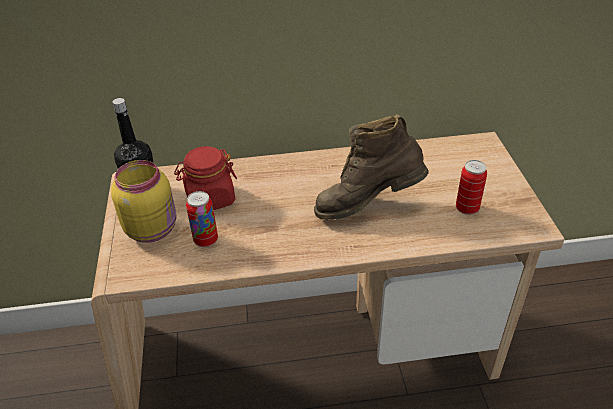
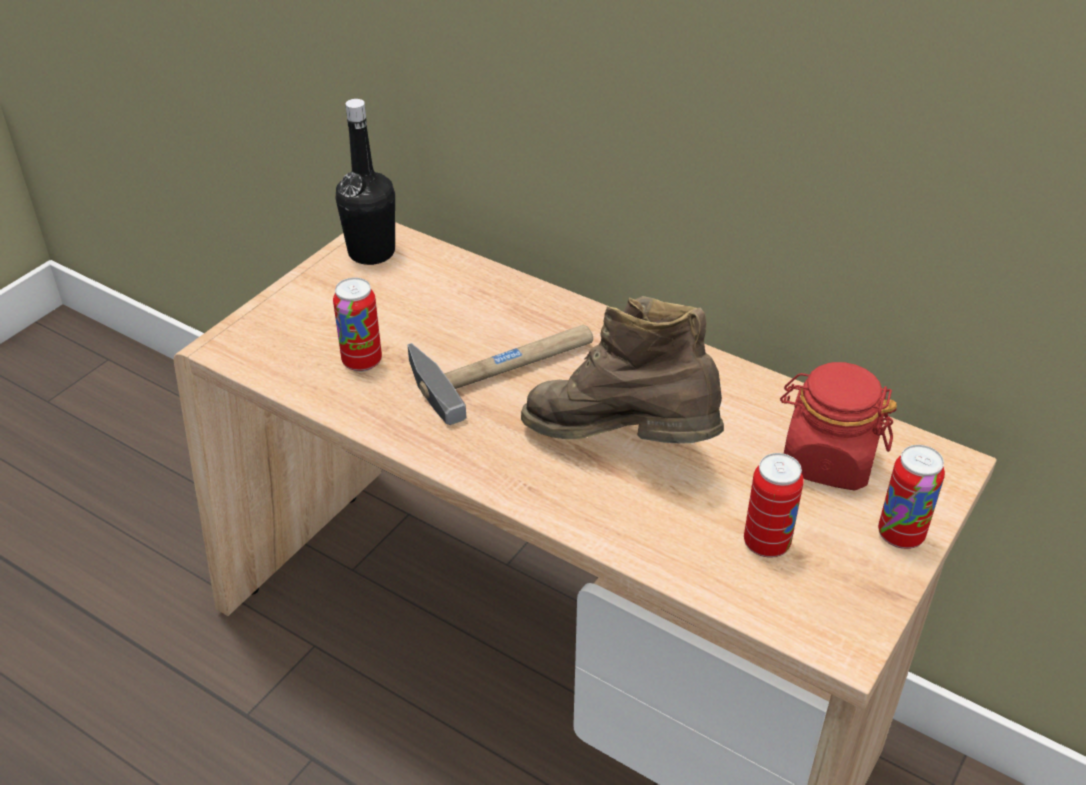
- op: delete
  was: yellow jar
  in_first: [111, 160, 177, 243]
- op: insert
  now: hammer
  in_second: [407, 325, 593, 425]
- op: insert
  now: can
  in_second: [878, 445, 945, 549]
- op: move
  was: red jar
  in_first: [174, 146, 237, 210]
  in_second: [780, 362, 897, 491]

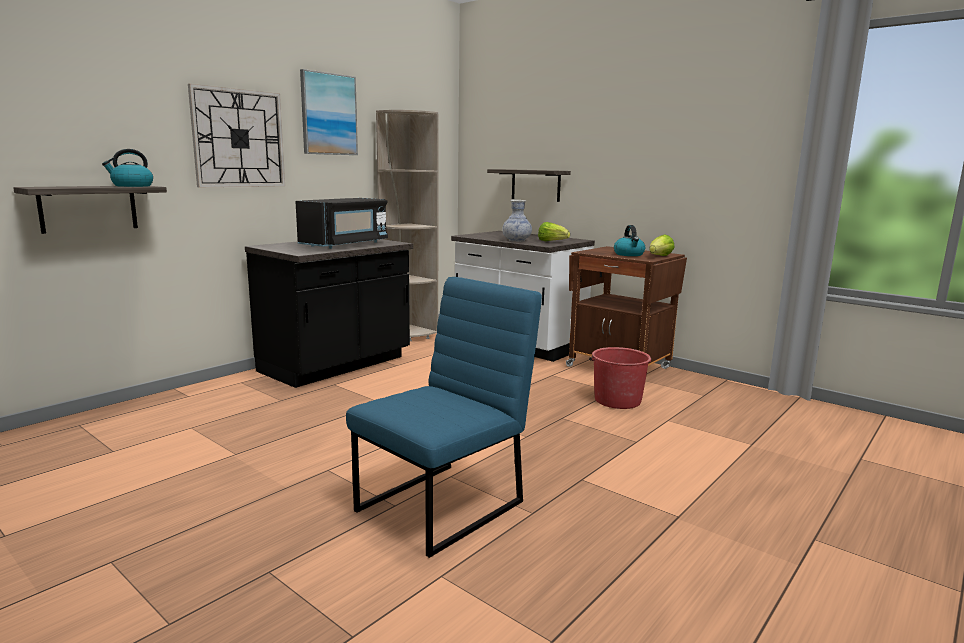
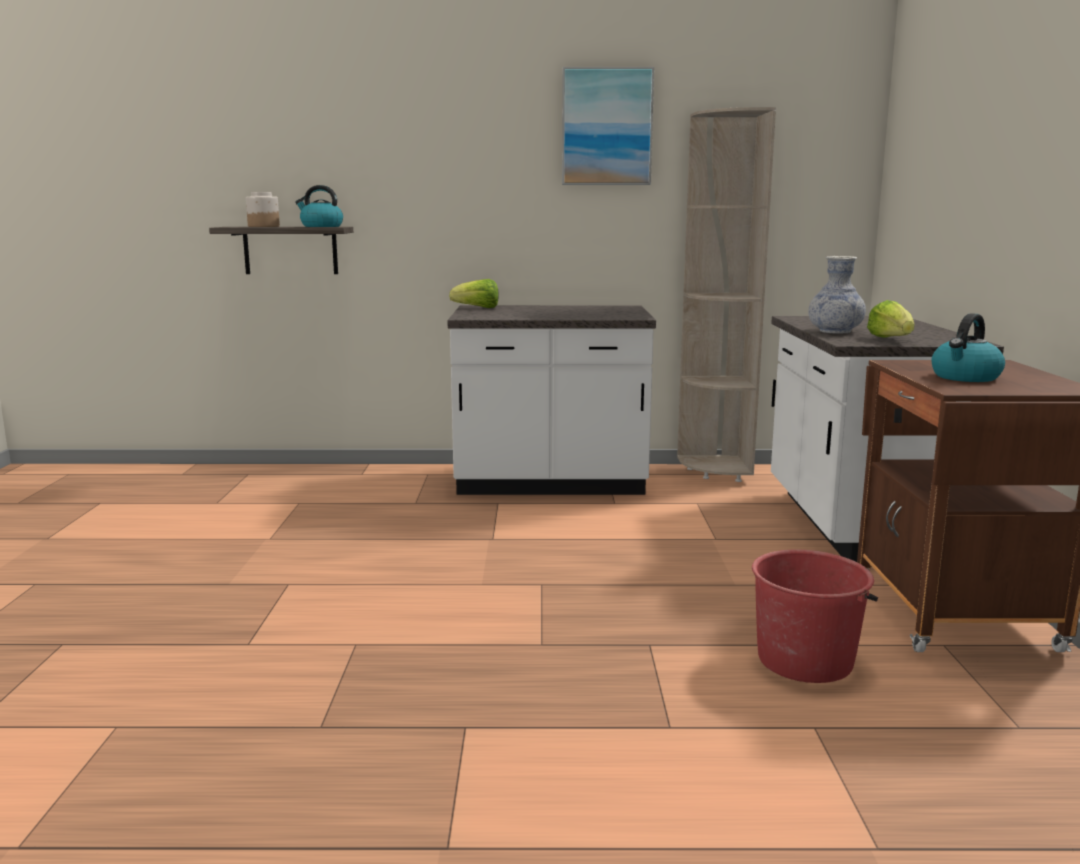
- op: delete
  was: wall clock
  in_first: [188, 84, 285, 187]
- op: delete
  was: black microwave
  in_first: [295, 198, 388, 249]
- op: delete
  was: blue chair
  in_first: [346, 277, 542, 558]
- op: delete
  was: shelf
  in_first: [487, 169, 571, 202]
- op: insert
  now: jar
  in_second: [246, 192, 280, 227]
- op: move
  was: lettuce
  in_first: [649, 234, 675, 256]
  in_second: [449, 279, 498, 308]
- op: recolor
  was: black counter
  now: white counter
  in_first: [245, 239, 413, 388]
  in_second: [447, 305, 656, 495]

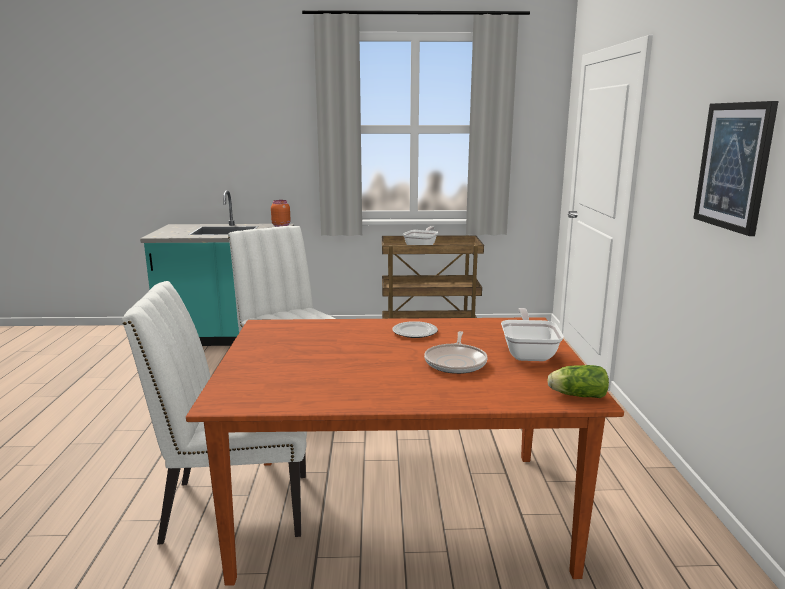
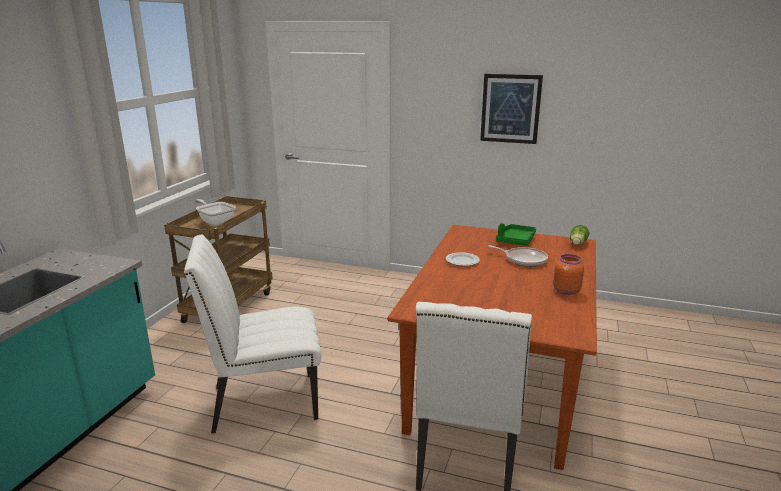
- op: move
  was: orange jar
  in_first: [271, 200, 291, 227]
  in_second: [553, 254, 584, 295]
- op: replace
  was: frying pan
  now: green tray
  in_first: [501, 308, 564, 361]
  in_second: [496, 223, 536, 246]

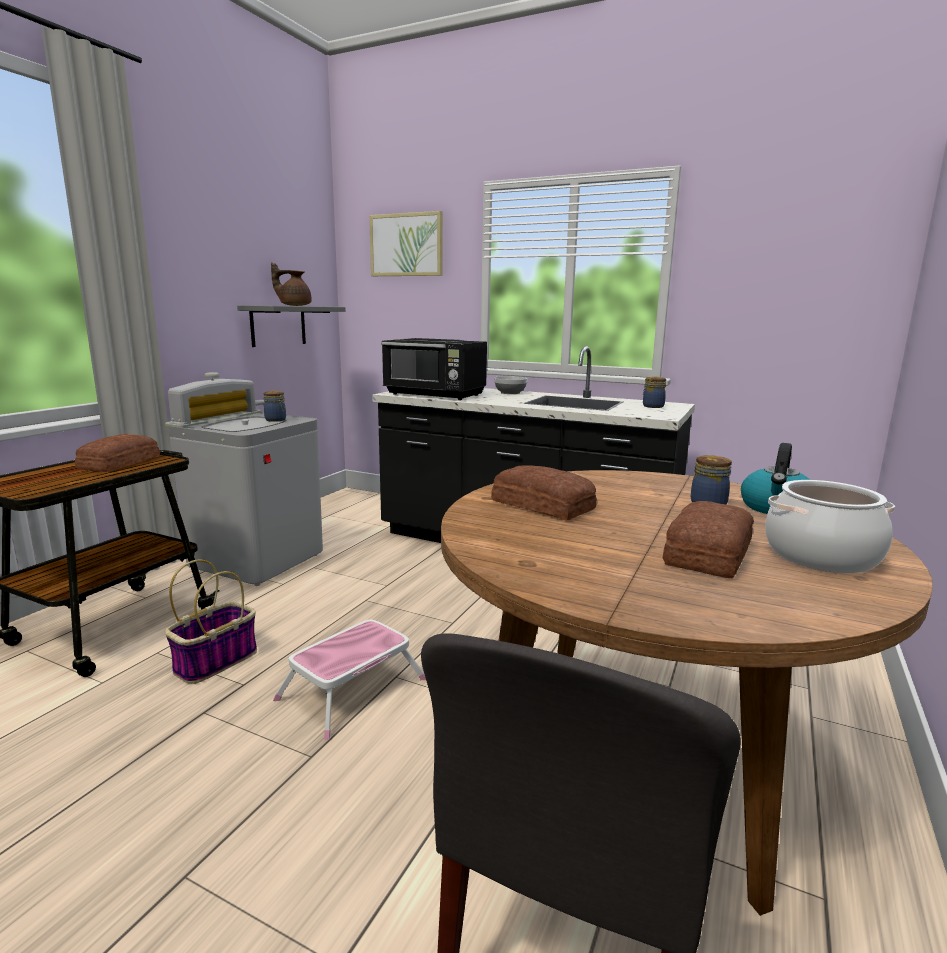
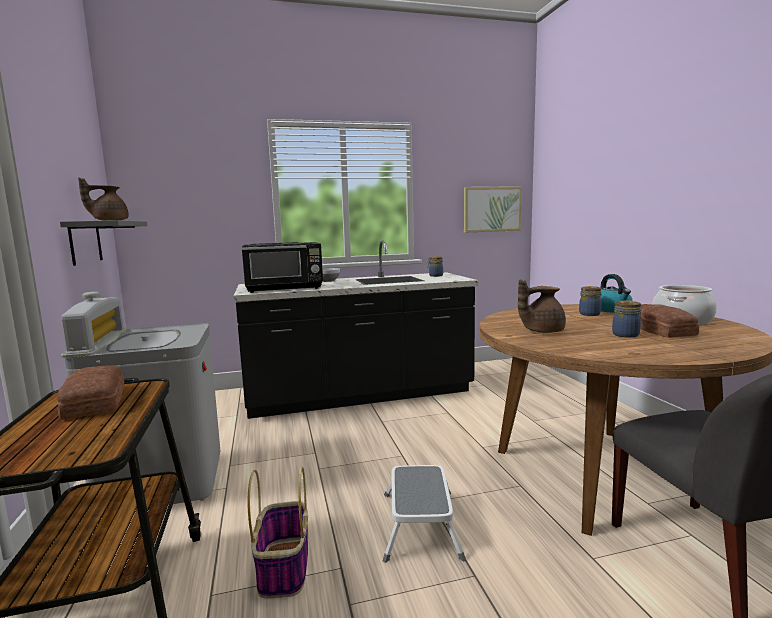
- op: move
  was: jar
  in_first: [263, 391, 286, 422]
  in_second: [612, 300, 642, 338]
- op: move
  was: picture
  in_first: [369, 211, 443, 276]
  in_second: [464, 186, 522, 233]
- op: replace
  was: bread
  now: brown teapot
  in_first: [491, 465, 597, 520]
  in_second: [518, 279, 566, 333]
- op: recolor
  was: pink step ladder
  now: grey step ladder
  in_first: [273, 619, 426, 740]
  in_second: [383, 465, 466, 563]

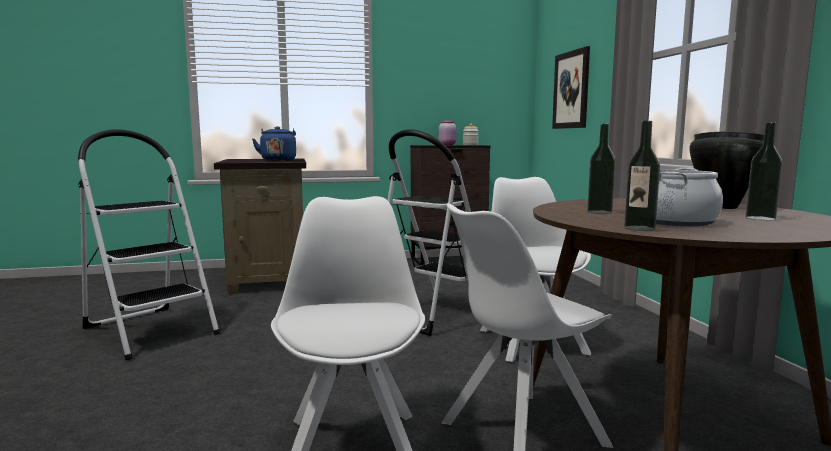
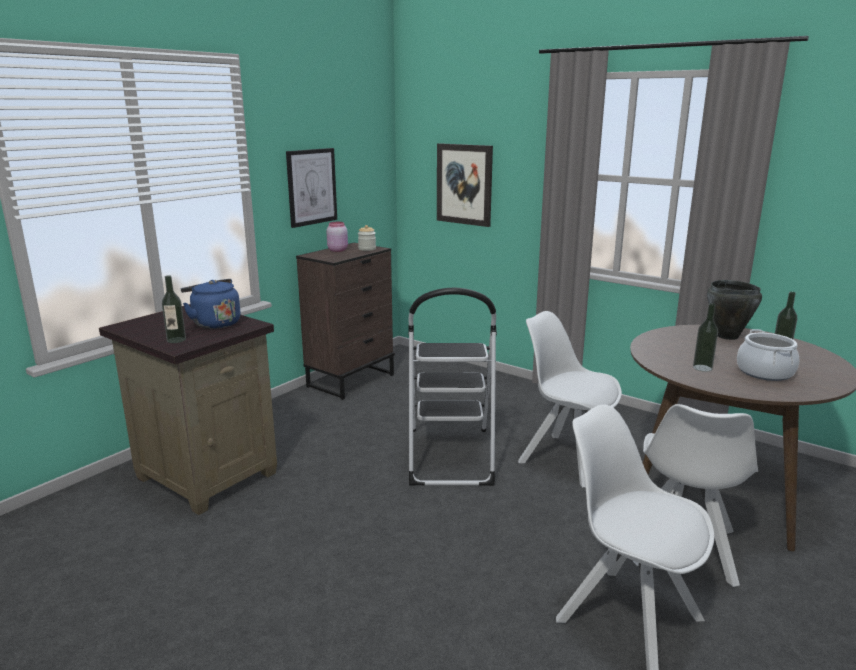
- op: delete
  was: step ladder
  in_first: [78, 129, 220, 360]
- op: insert
  now: picture
  in_second: [286, 148, 337, 228]
- op: move
  was: bottle
  in_first: [624, 121, 660, 231]
  in_second: [162, 275, 186, 343]

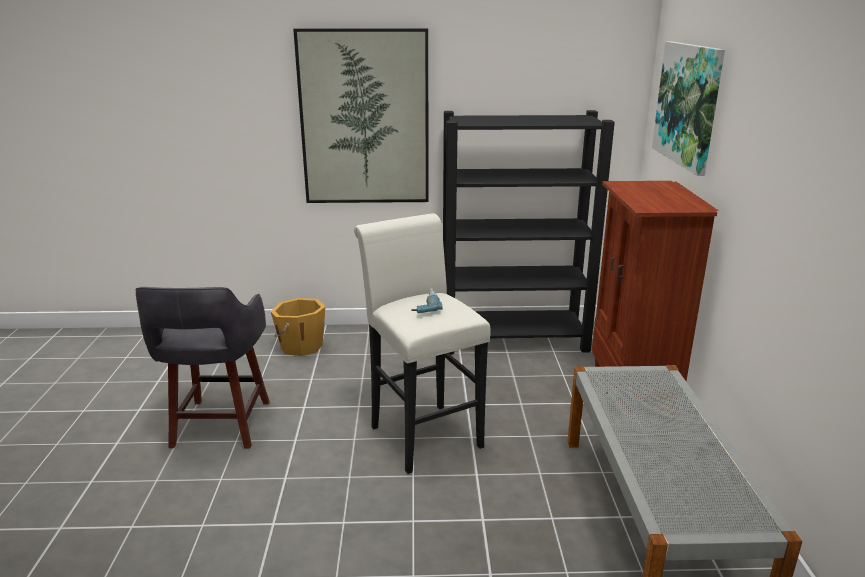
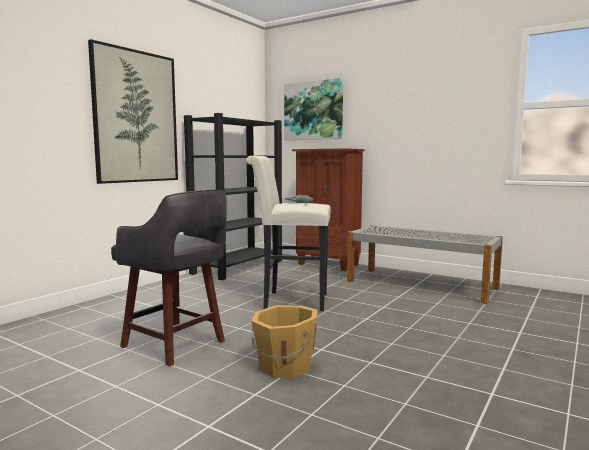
- op: move
  was: orange bucket
  in_first: [271, 298, 325, 356]
  in_second: [251, 305, 318, 378]

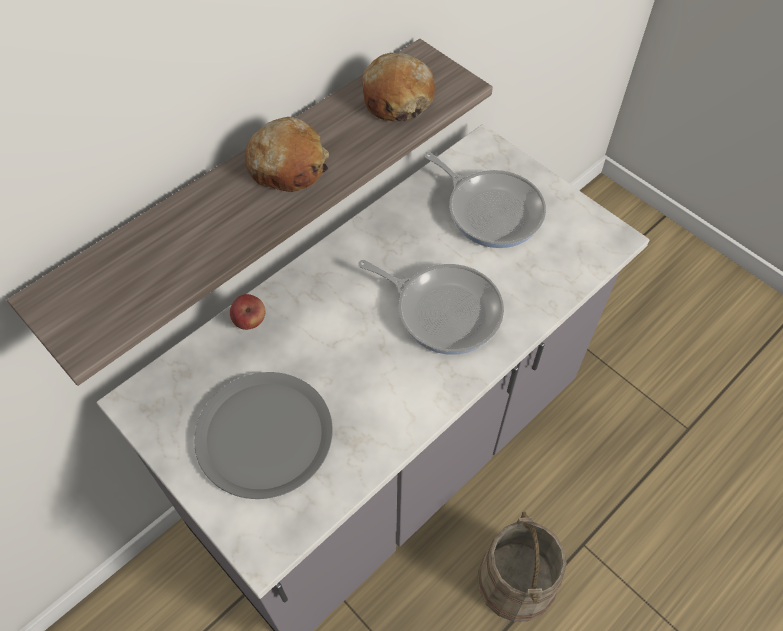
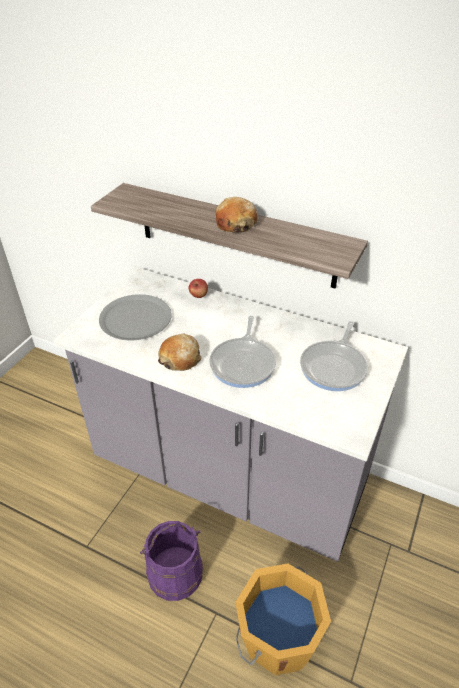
- op: insert
  now: orange bucket
  in_second: [235, 564, 331, 675]
- op: move
  was: bread
  in_first: [362, 53, 435, 121]
  in_second: [158, 333, 202, 371]
- op: recolor
  was: beige bucket
  now: purple bucket
  in_first: [477, 511, 567, 622]
  in_second: [140, 521, 203, 601]

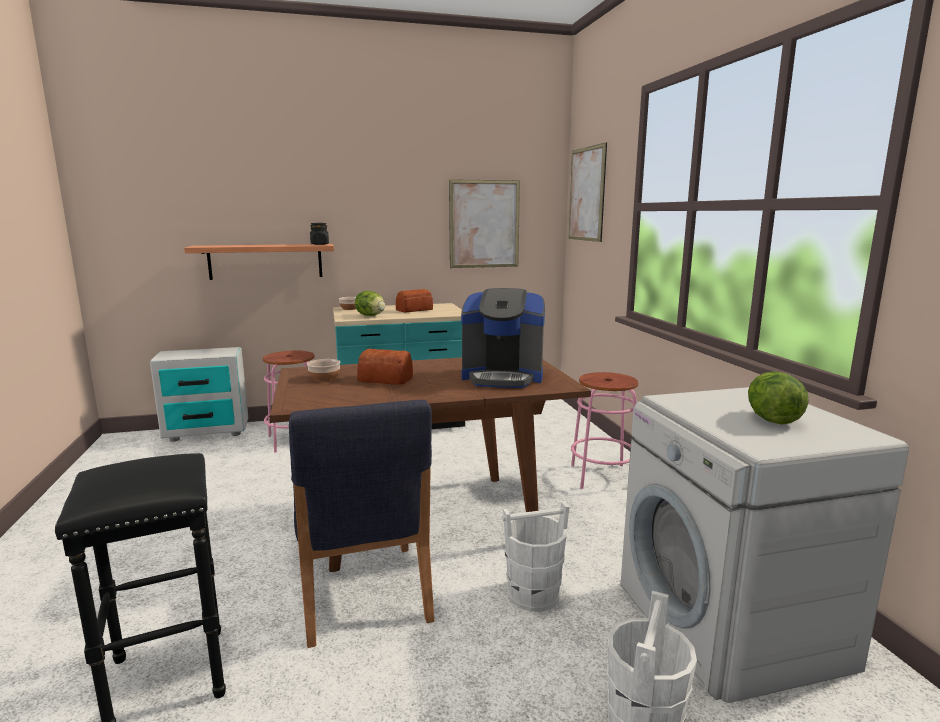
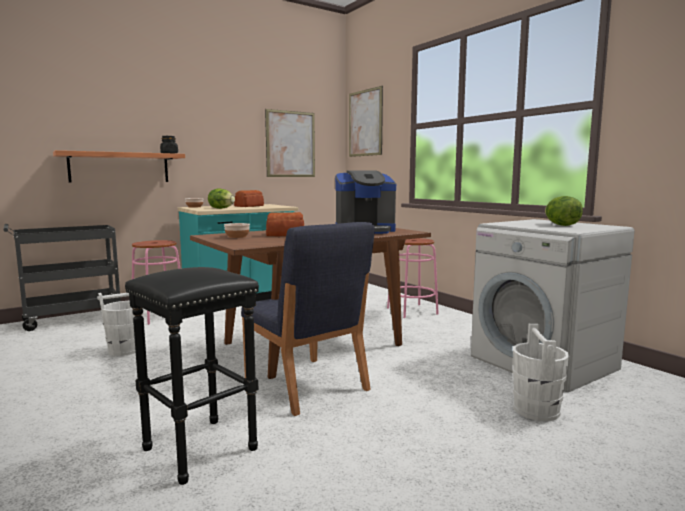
- op: move
  was: white bucket
  in_first: [502, 501, 570, 611]
  in_second: [97, 293, 144, 356]
- op: replace
  was: white nightstand
  now: grey cart
  in_first: [150, 347, 248, 442]
  in_second: [3, 224, 121, 331]

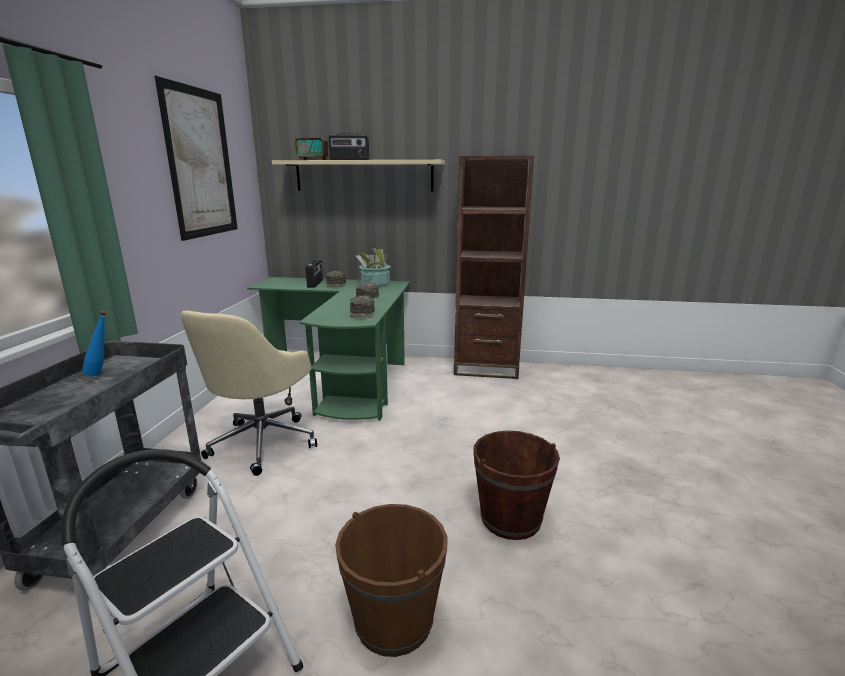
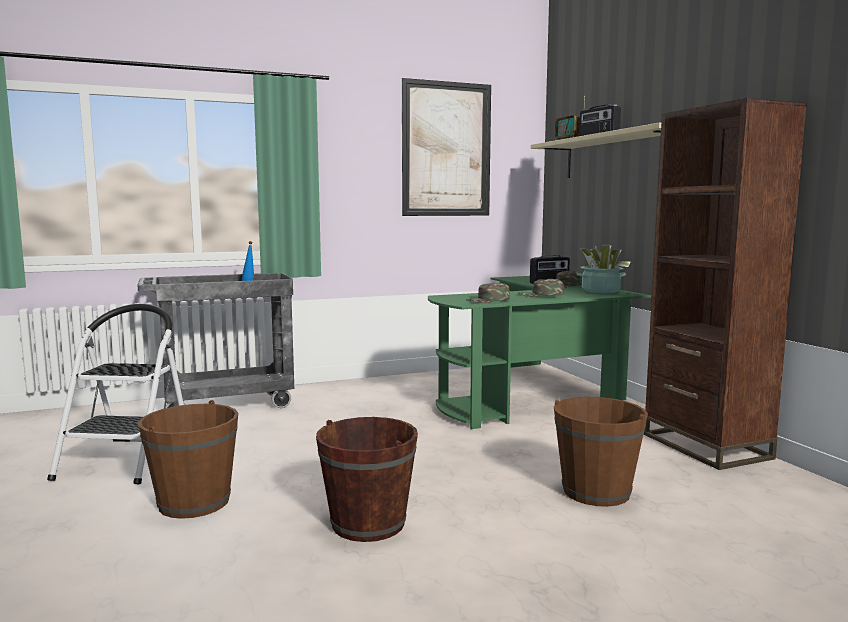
- op: delete
  was: beige office chair
  in_first: [180, 310, 317, 476]
- op: insert
  now: brown bucket
  in_second: [554, 397, 648, 507]

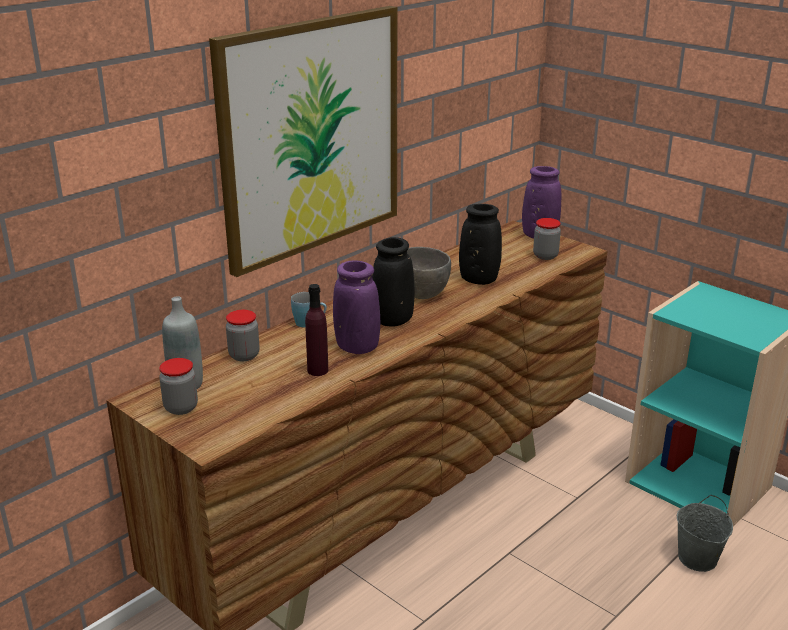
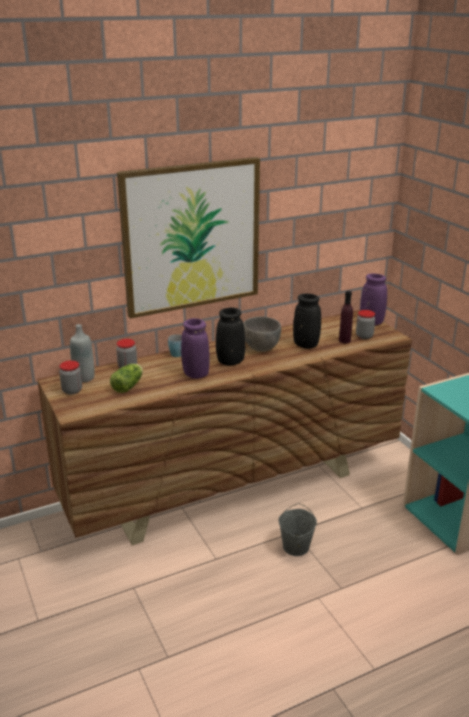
- op: insert
  now: lettuce
  in_second: [110, 364, 143, 393]
- op: move
  was: purple bottle
  in_first: [305, 284, 328, 376]
  in_second: [339, 291, 353, 343]
- op: move
  was: grey bucket
  in_first: [677, 495, 733, 572]
  in_second: [279, 503, 317, 556]

